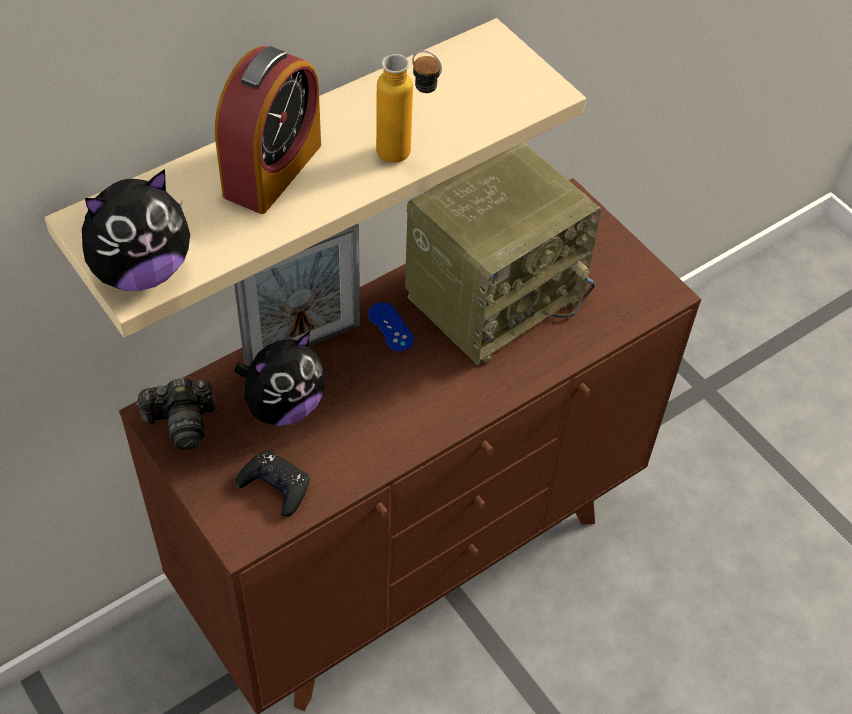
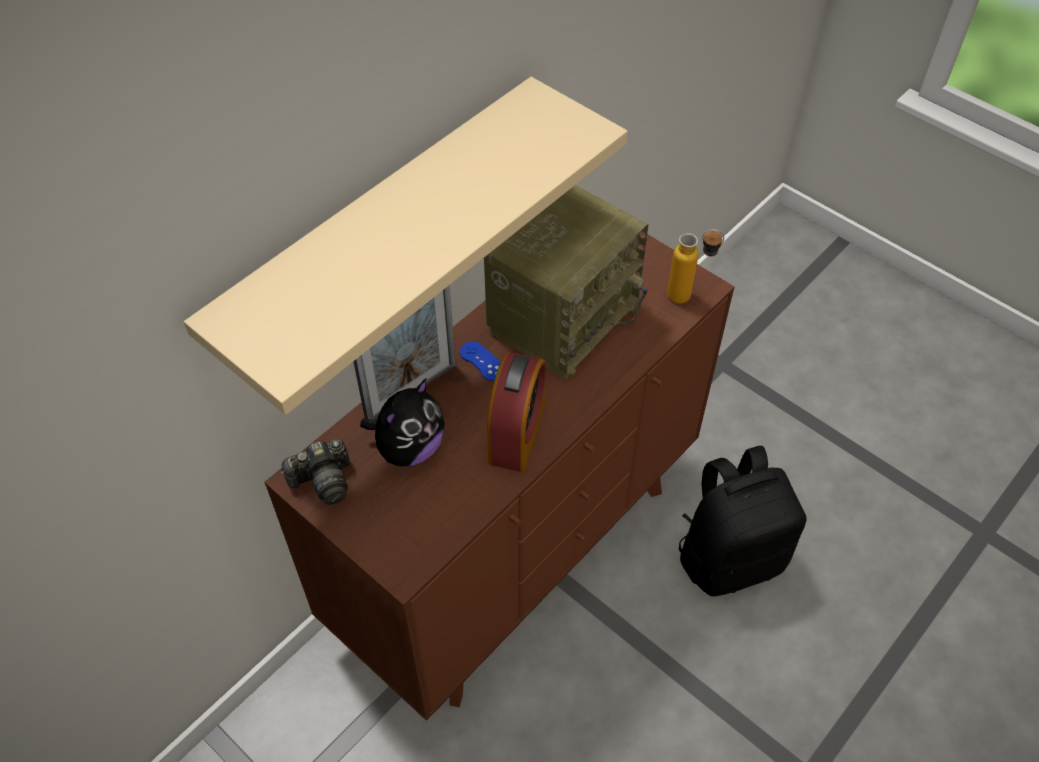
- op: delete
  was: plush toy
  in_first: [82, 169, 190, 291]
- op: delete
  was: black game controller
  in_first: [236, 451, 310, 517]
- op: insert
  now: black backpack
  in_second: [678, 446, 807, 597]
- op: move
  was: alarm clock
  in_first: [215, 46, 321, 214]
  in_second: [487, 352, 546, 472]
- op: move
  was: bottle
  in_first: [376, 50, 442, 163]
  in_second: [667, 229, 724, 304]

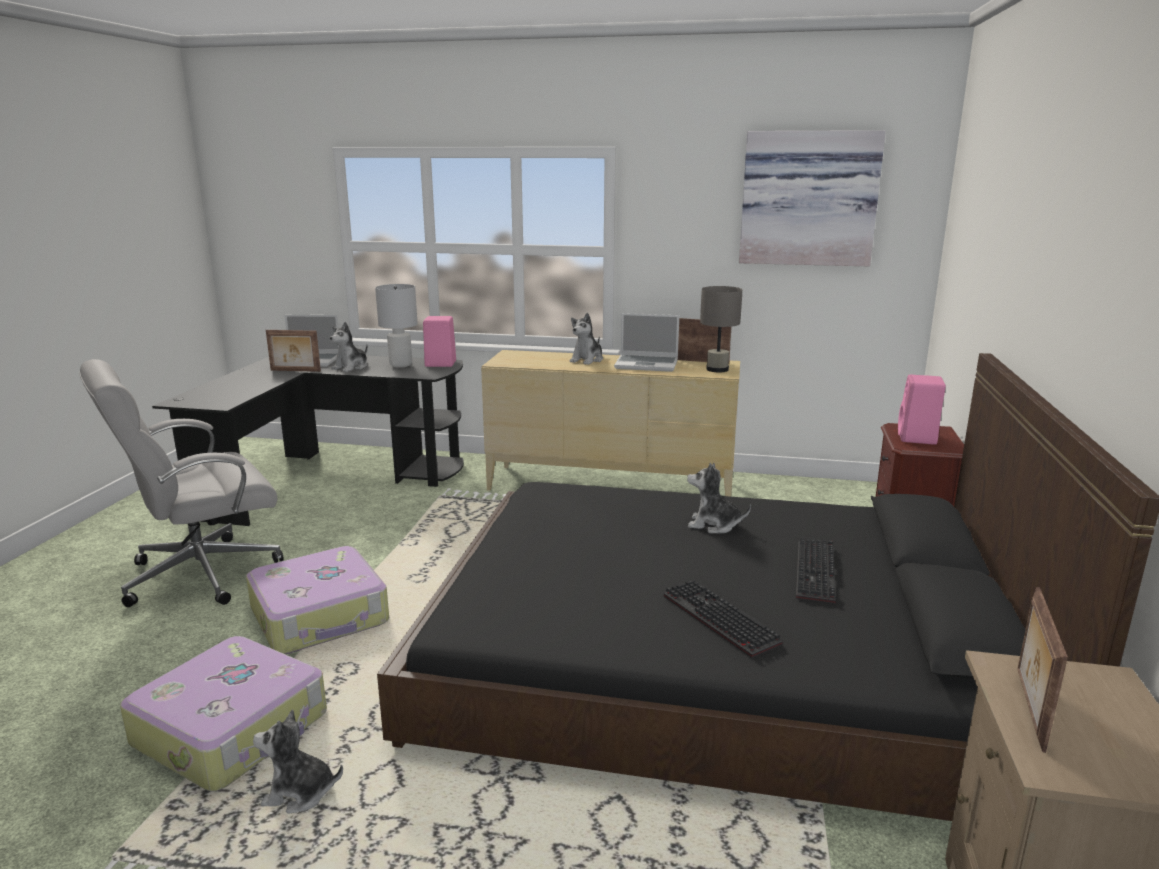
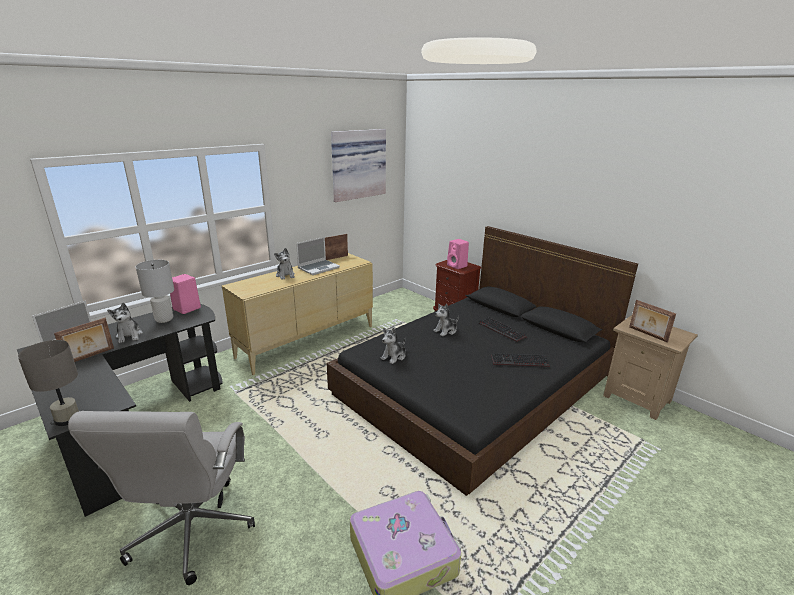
- op: delete
  was: suitcase
  in_first: [246, 546, 389, 654]
- op: move
  was: plush toy
  in_first: [253, 709, 343, 813]
  in_second: [381, 328, 405, 364]
- op: move
  was: grey table lamp
  in_first: [700, 286, 742, 372]
  in_second: [18, 340, 79, 426]

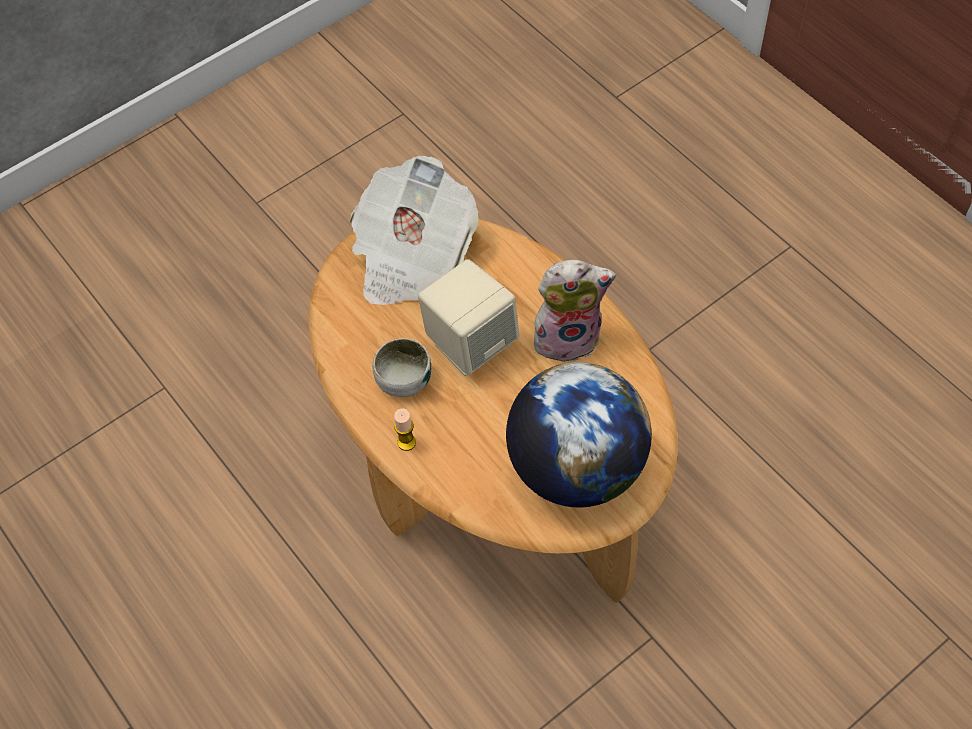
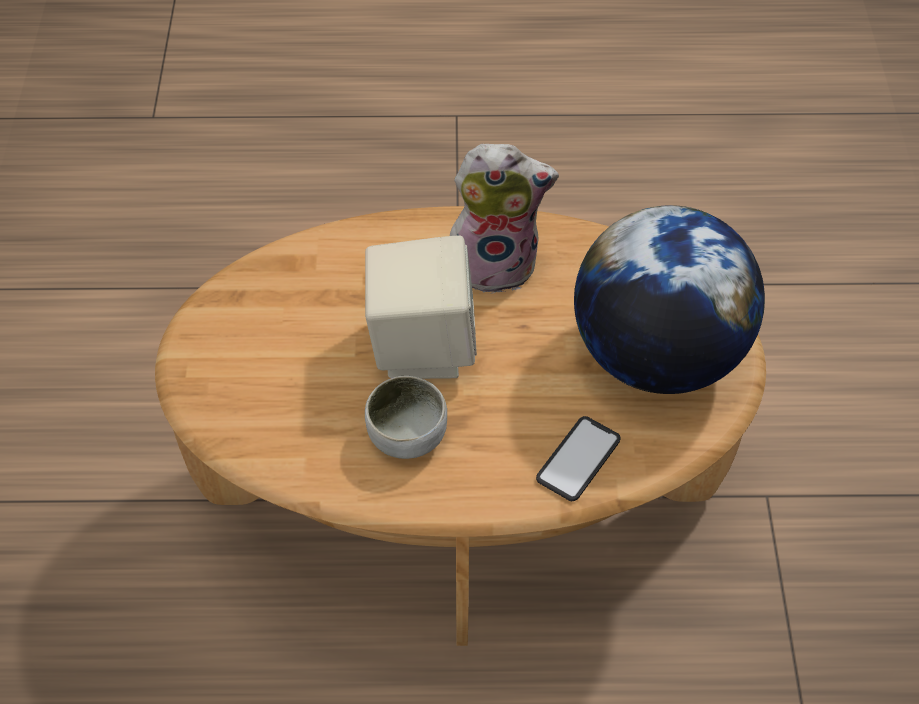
- op: delete
  was: newspaper
  in_first: [350, 156, 479, 305]
- op: delete
  was: candle
  in_first: [394, 408, 416, 451]
- op: insert
  now: phone
  in_second: [536, 416, 621, 501]
- op: rotate
  was: plush toy
  in_first: [534, 260, 616, 364]
  in_second: [450, 144, 559, 294]
  clockwise: 60

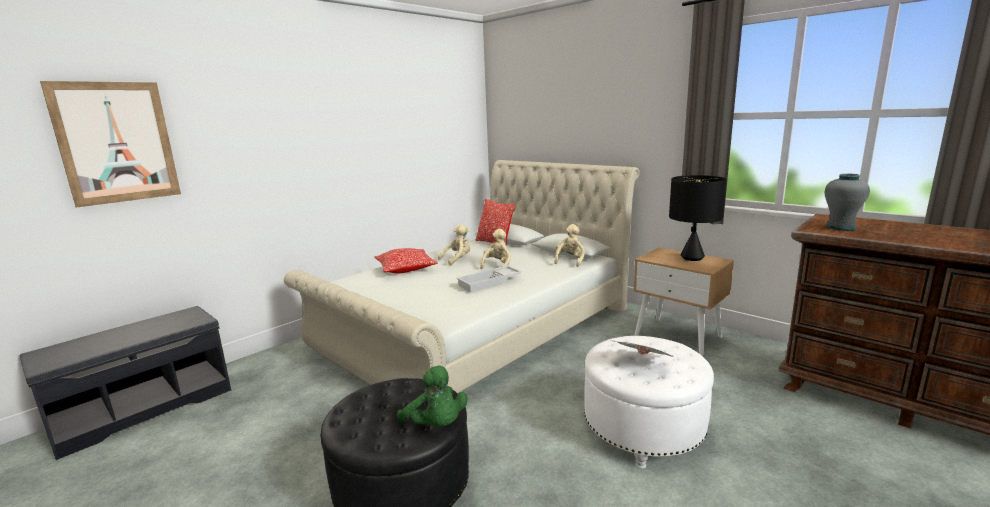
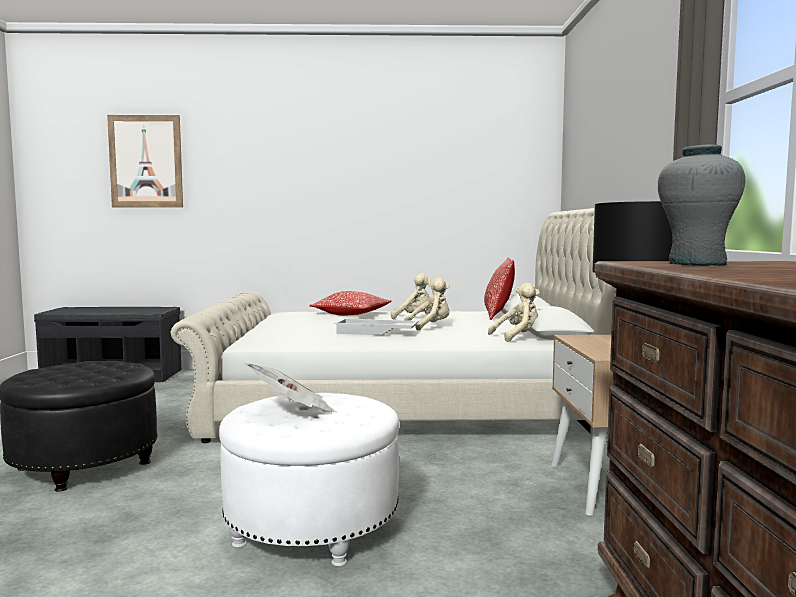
- op: delete
  was: green plush toy
  in_first: [397, 365, 467, 426]

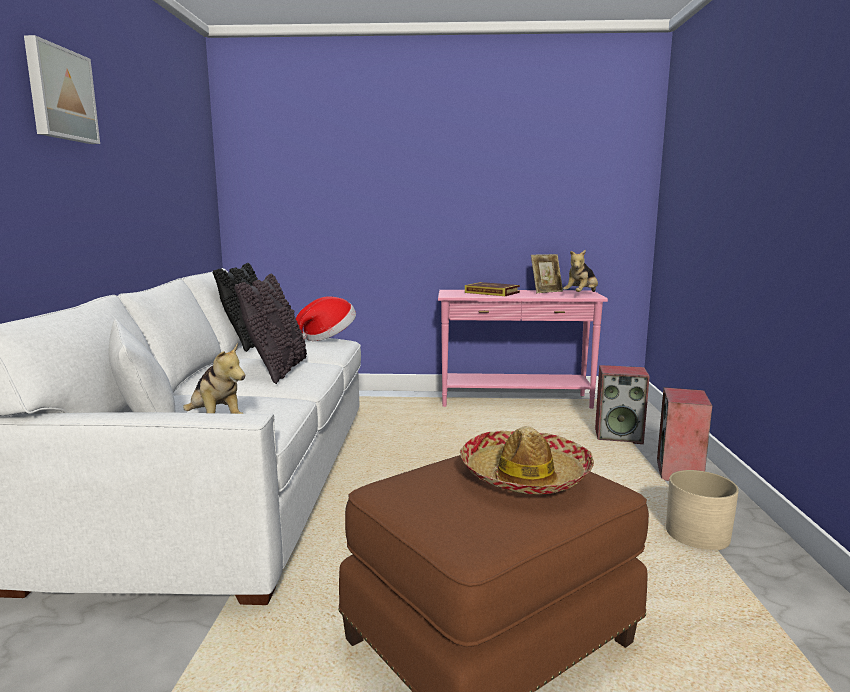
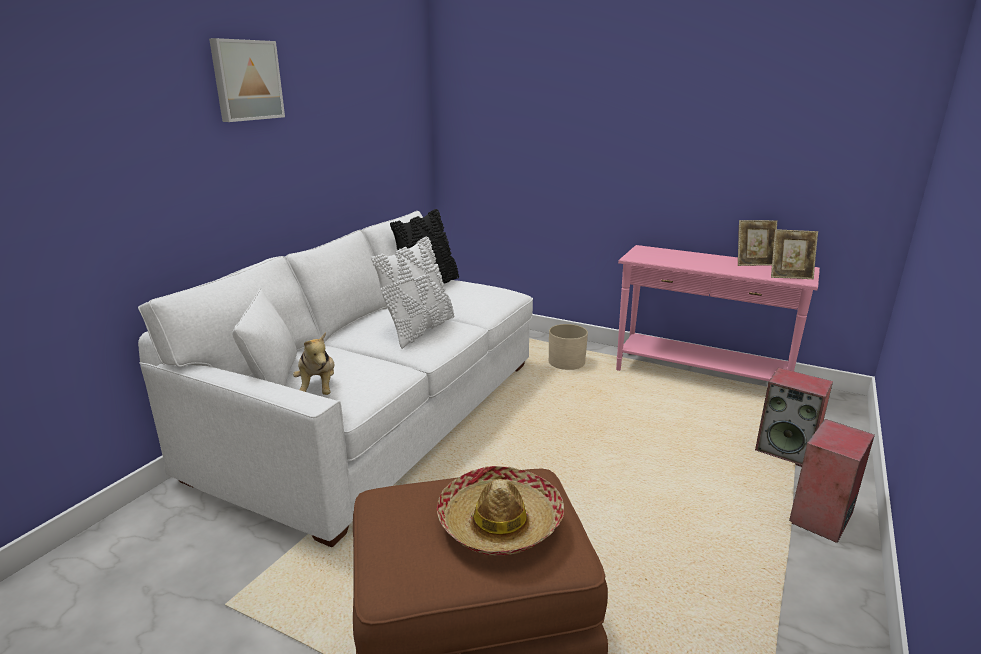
- op: delete
  was: hat
  in_first: [296, 297, 356, 341]
- op: delete
  was: book
  in_first: [465, 282, 520, 296]
- op: move
  was: beige planter
  in_first: [666, 470, 739, 550]
  in_second: [549, 324, 588, 370]
- op: replace
  was: plush toy
  now: picture frame
  in_first: [563, 250, 598, 292]
  in_second: [771, 229, 818, 279]
- op: recolor
  was: black pillow
  now: white pillow
  in_first: [234, 273, 307, 384]
  in_second: [371, 237, 454, 349]

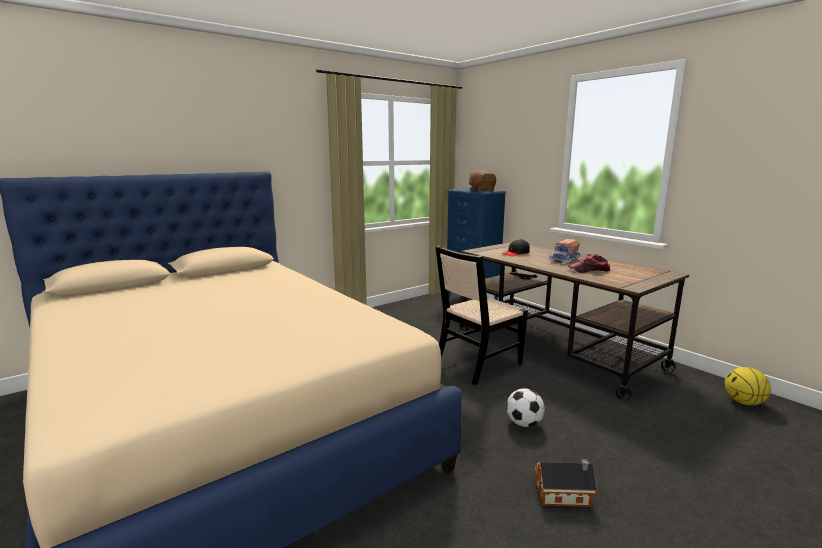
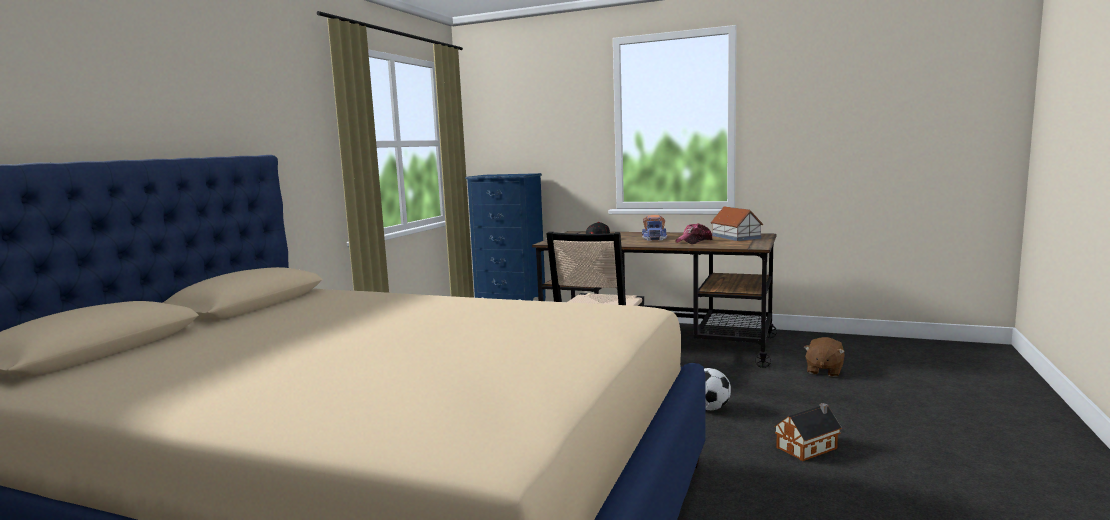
- op: delete
  was: basketball
  in_first: [725, 367, 771, 405]
- op: insert
  now: toy house
  in_second: [711, 207, 763, 241]
- op: move
  was: brown plush toy
  in_first: [469, 170, 496, 192]
  in_second: [804, 337, 845, 377]

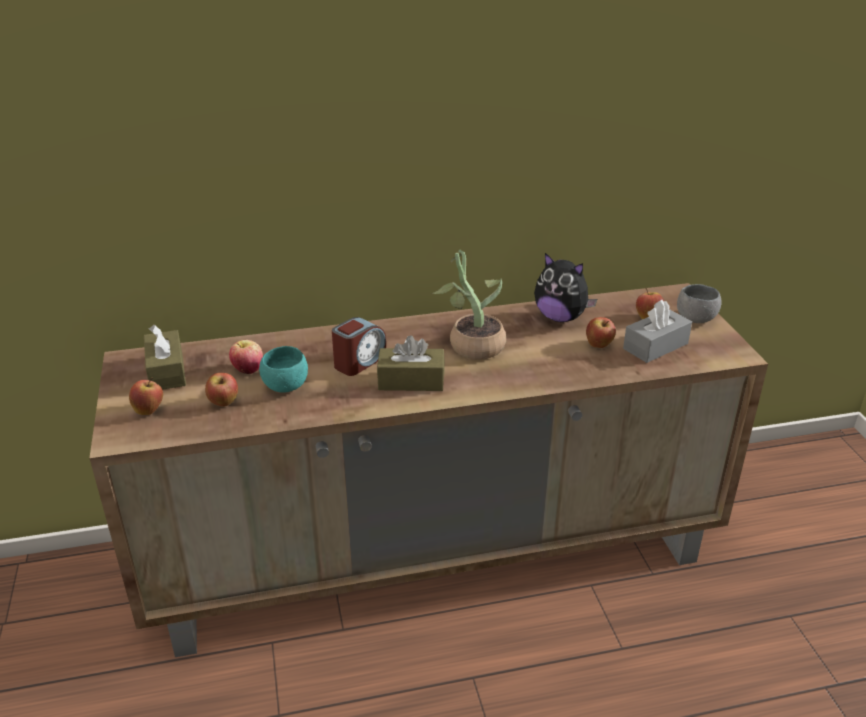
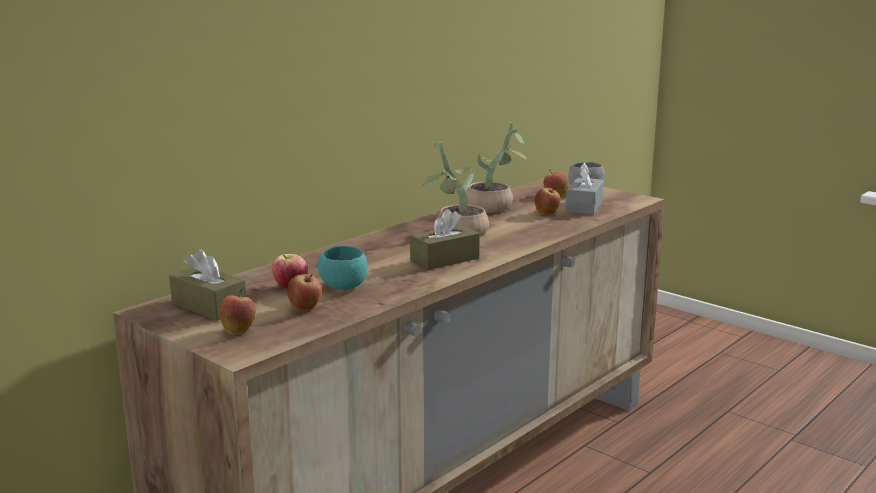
- op: delete
  was: alarm clock
  in_first: [332, 317, 386, 376]
- op: replace
  was: plush toy
  now: potted plant
  in_first: [534, 253, 597, 322]
  in_second: [466, 123, 528, 213]

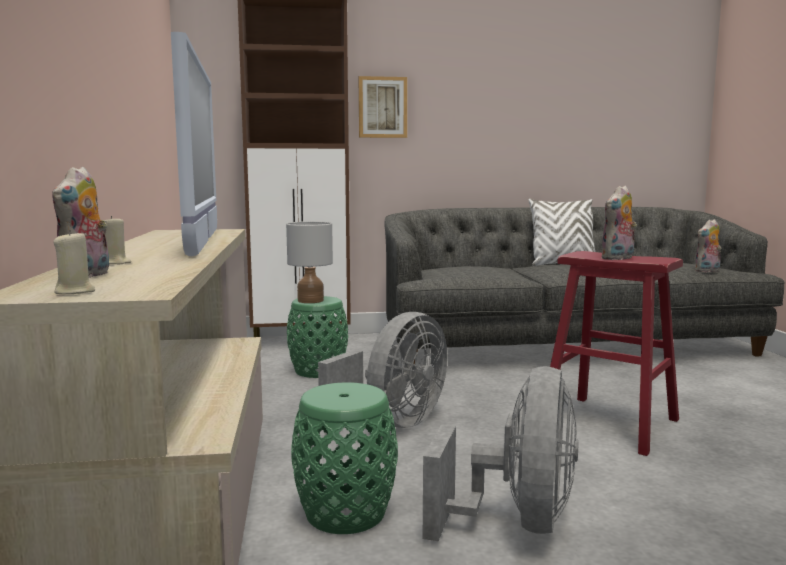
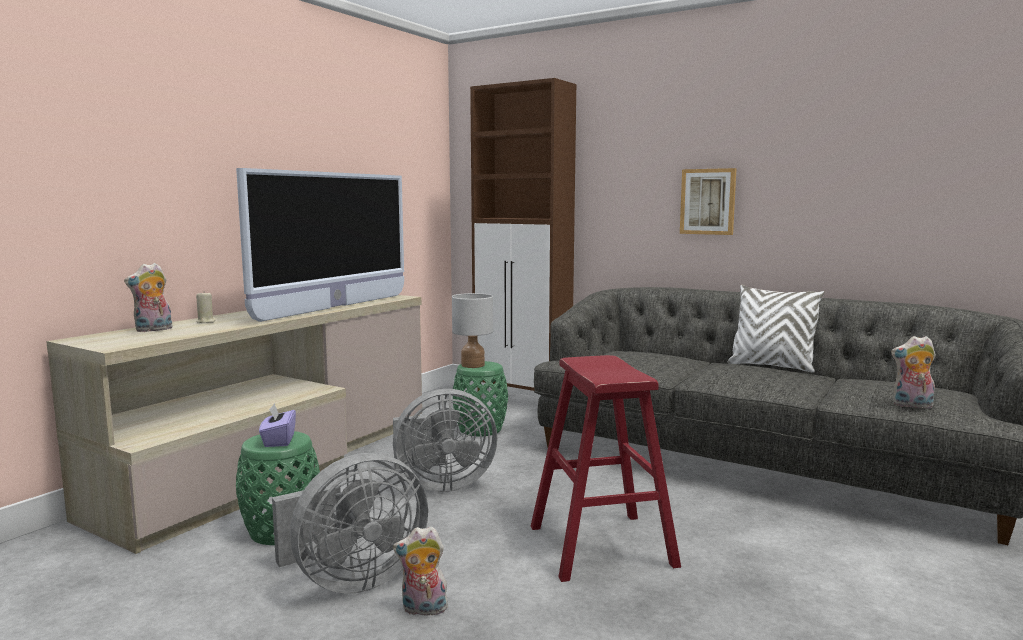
- op: delete
  was: beige candle
  in_first: [54, 230, 95, 294]
- op: insert
  now: purple tissue box
  in_second: [259, 403, 296, 447]
- op: move
  was: picture
  in_first: [359, 76, 407, 138]
  in_second: [680, 168, 737, 235]
- op: move
  was: plush toy
  in_first: [601, 185, 637, 260]
  in_second: [393, 526, 448, 616]

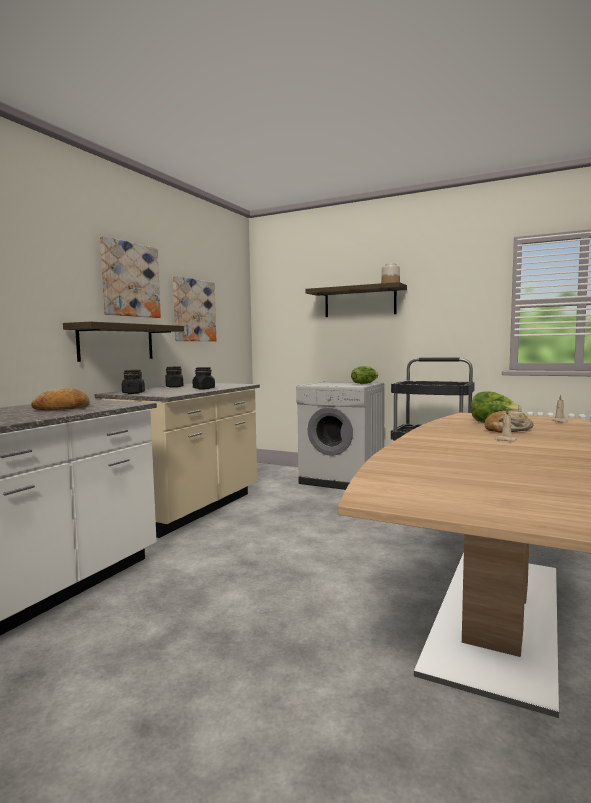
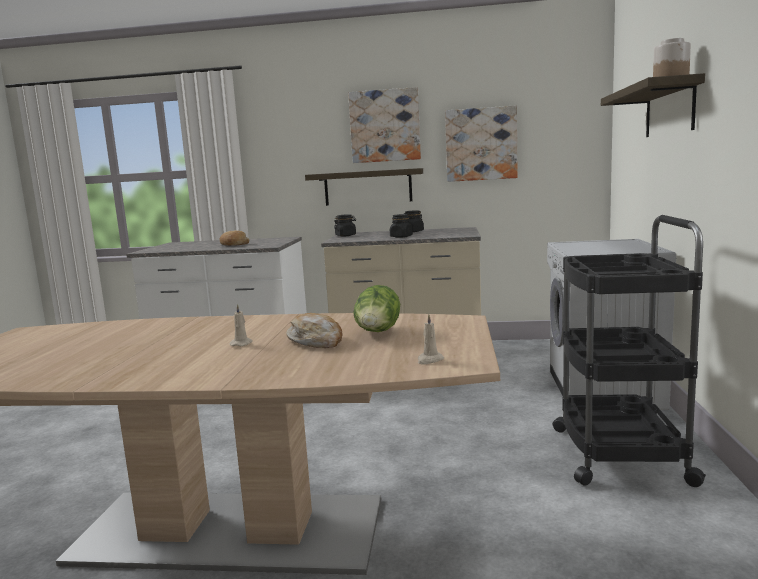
- op: delete
  was: lettuce
  in_first: [351, 366, 378, 384]

